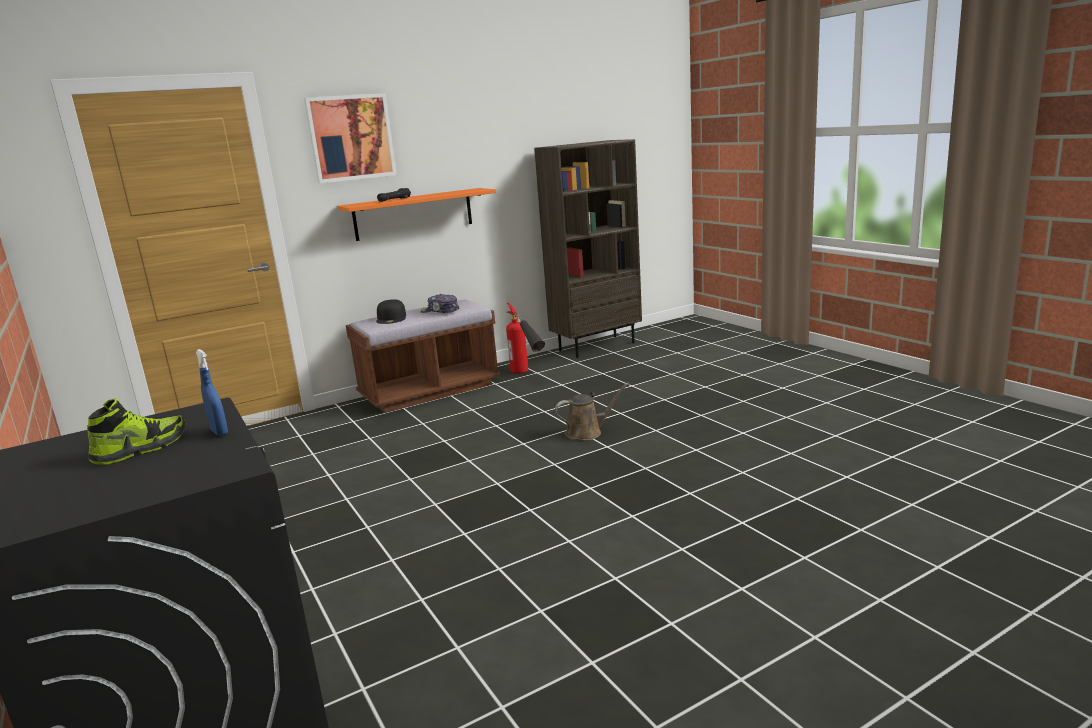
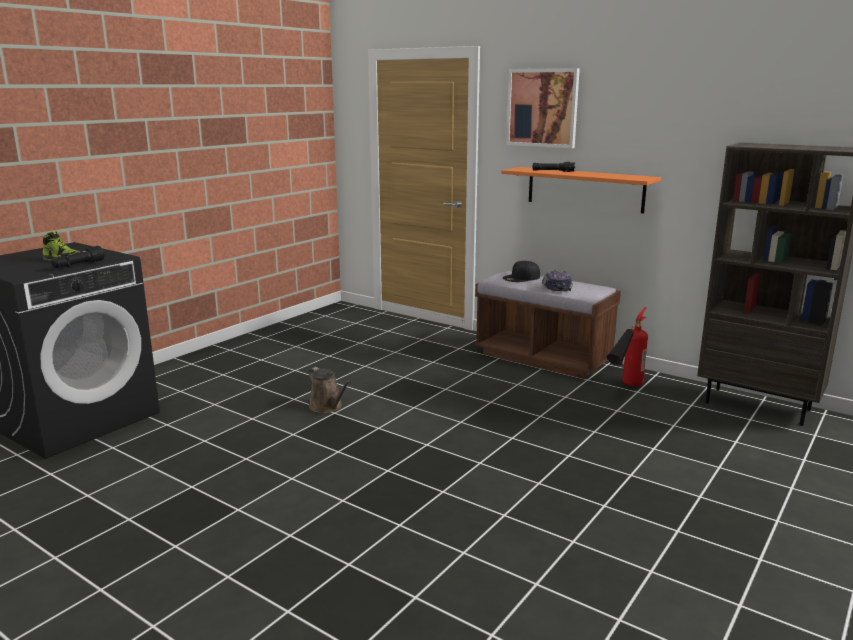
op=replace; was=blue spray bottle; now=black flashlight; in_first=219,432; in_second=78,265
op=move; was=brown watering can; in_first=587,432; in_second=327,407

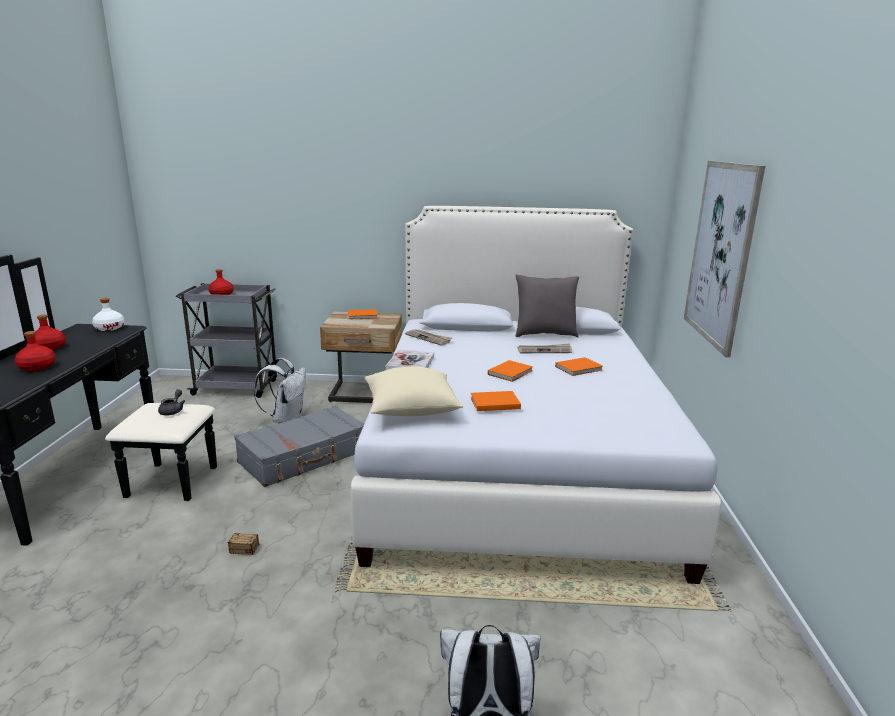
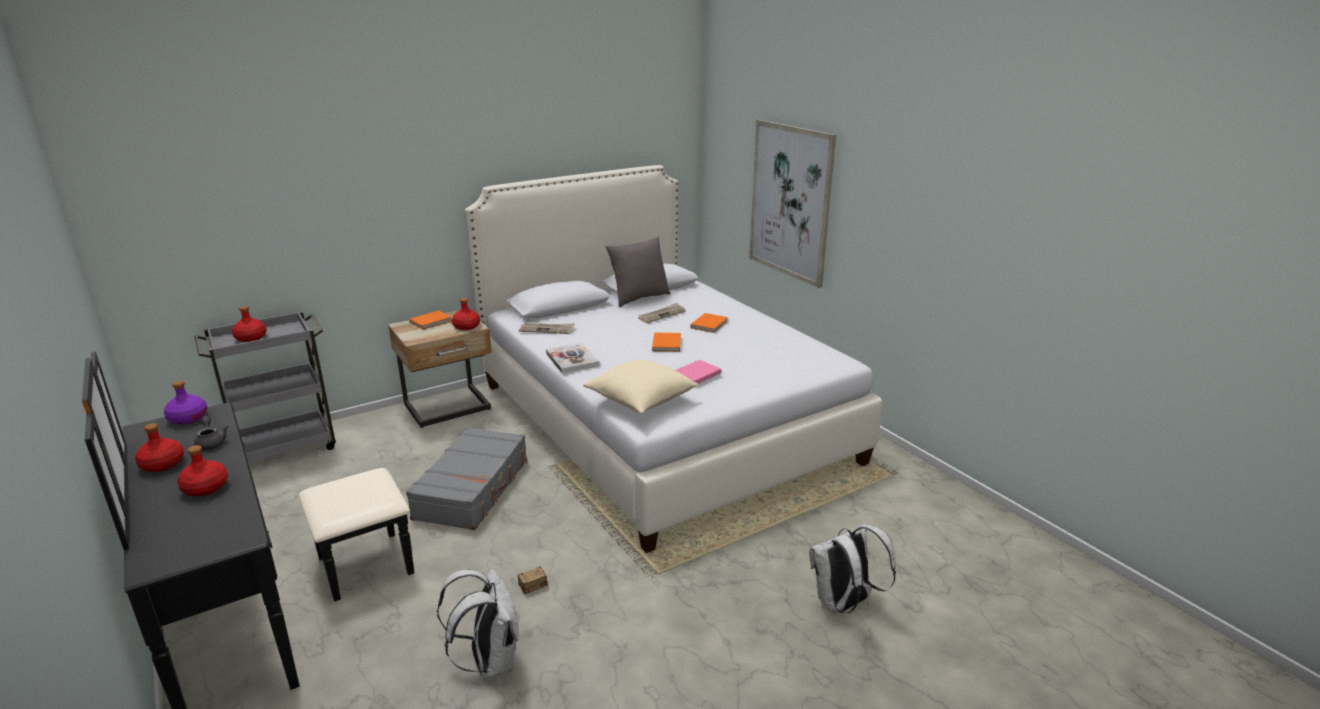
op=recolor; was=white bottle; now=purple bottle; in_first=109,328; in_second=187,418
op=move; was=grey teapot; in_first=173,411; in_second=211,442
op=move; was=white backpack; in_first=286,419; in_second=489,661
op=insert; now=red bottle; in_second=467,326
op=recolor; was=orange book; now=pink book; in_first=493,403; in_second=695,374

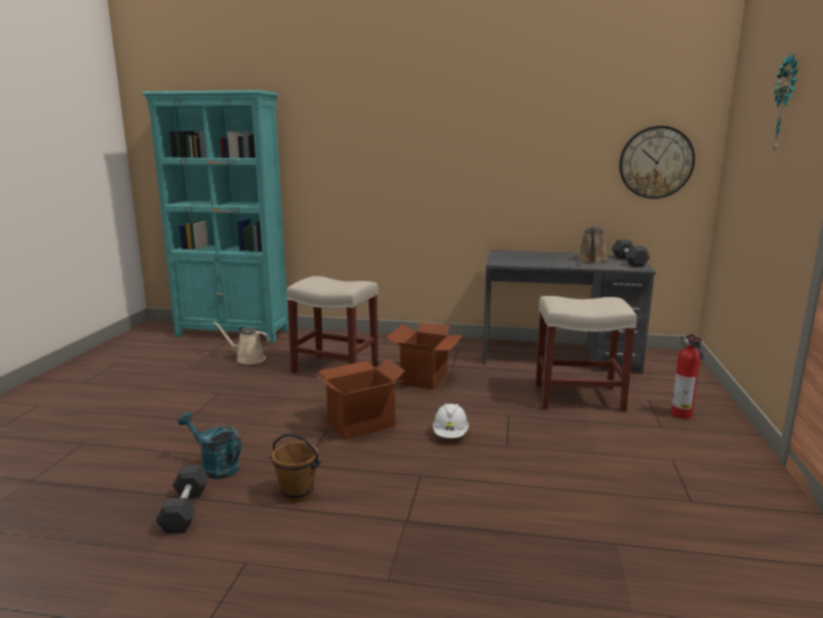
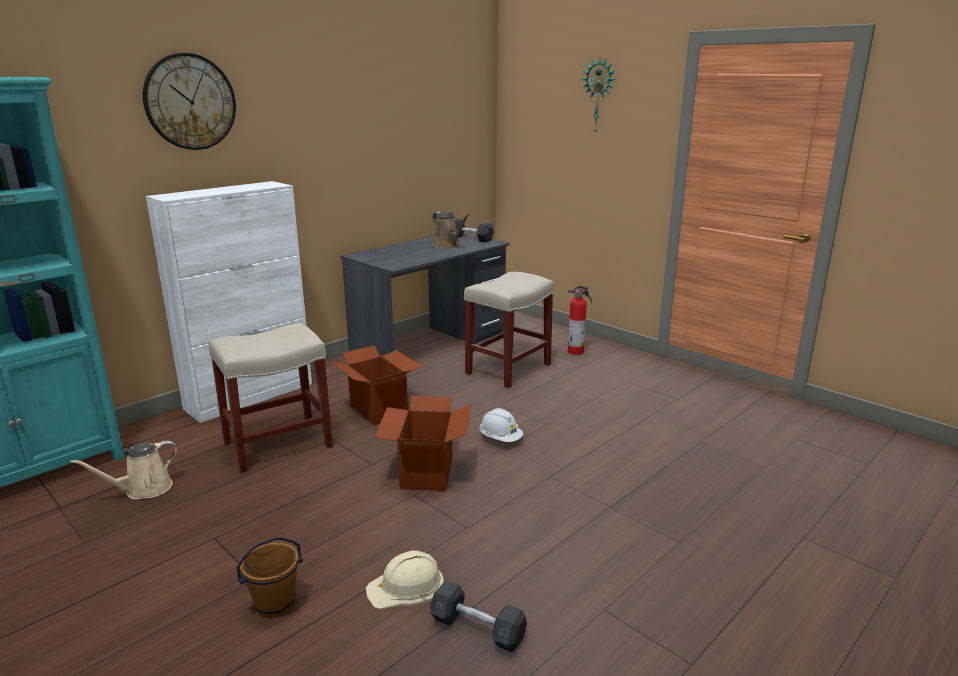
op=move; was=wall clock; in_first=656,162; in_second=190,102
op=insert; now=white cabinet; in_second=250,396
op=move; was=brown bucket; in_first=297,493; in_second=275,604
op=replace; was=turquoise watering can; now=beige hard hat; in_first=215,467; in_second=406,586

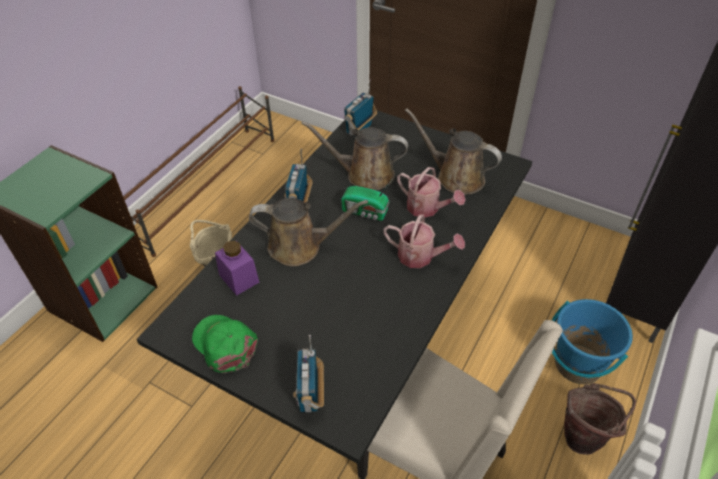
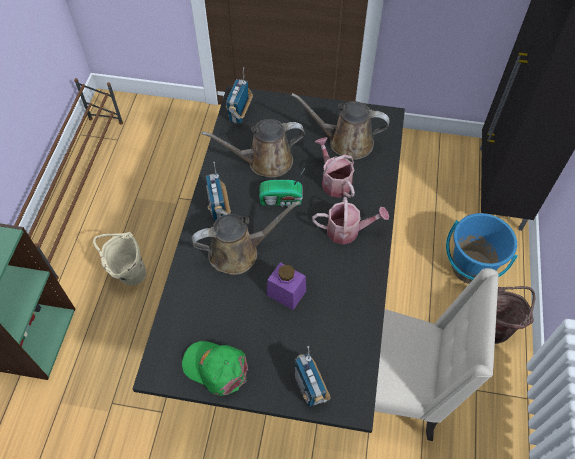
op=move; was=purple jar; in_first=239,278; in_second=286,293
op=rotate; was=watering can; in_first=427,208; in_second=334,181; clockwise=-135

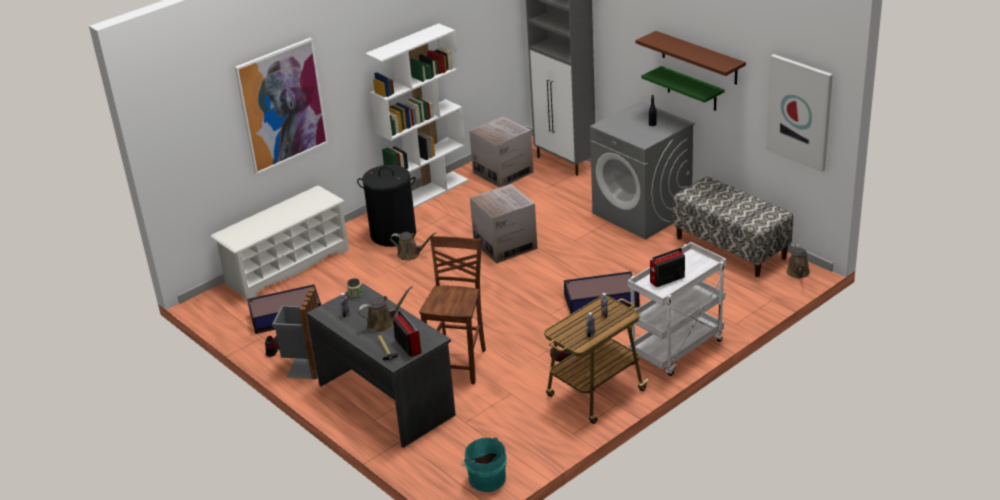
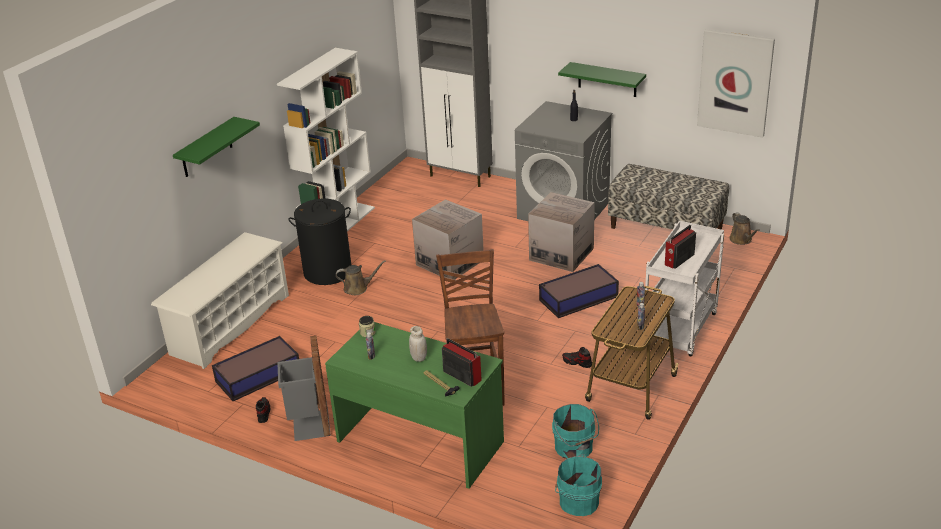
op=replace; was=picture; now=green shelf; in_first=282,105; in_second=206,148
op=recolor; was=grey desk; now=green desk; in_first=387,399; in_second=421,440
op=replace; was=brown watering can; now=white jar; in_first=383,323; in_second=419,358
op=move; was=cardboard box; in_first=503,172; in_second=561,254
op=insert; now=turquoise bucket; in_second=574,448
op=delete; was=brown shelf; in_first=699,58

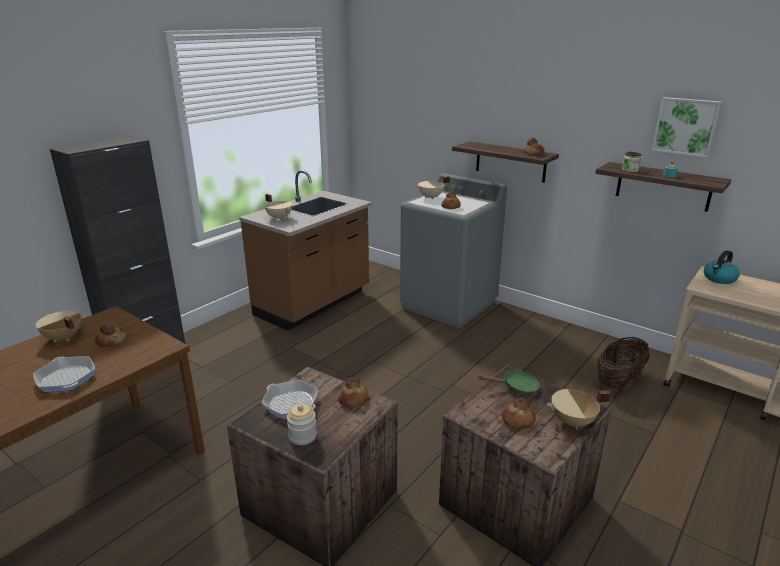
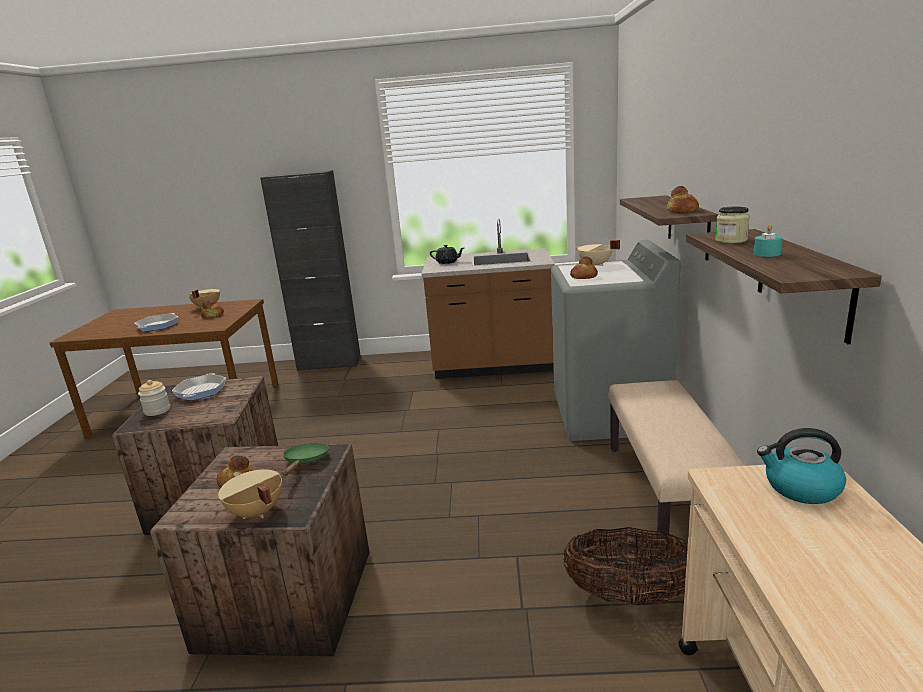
op=rotate; was=green frying pan; in_first=516,387; in_second=305,461; clockwise=-135
op=replace; was=beige cooking pot; now=black teapot; in_first=279,218; in_second=447,262
op=insert; now=beige bench; in_second=669,496
op=delete; was=bread; in_first=353,400
op=delete; was=picture; in_first=686,126

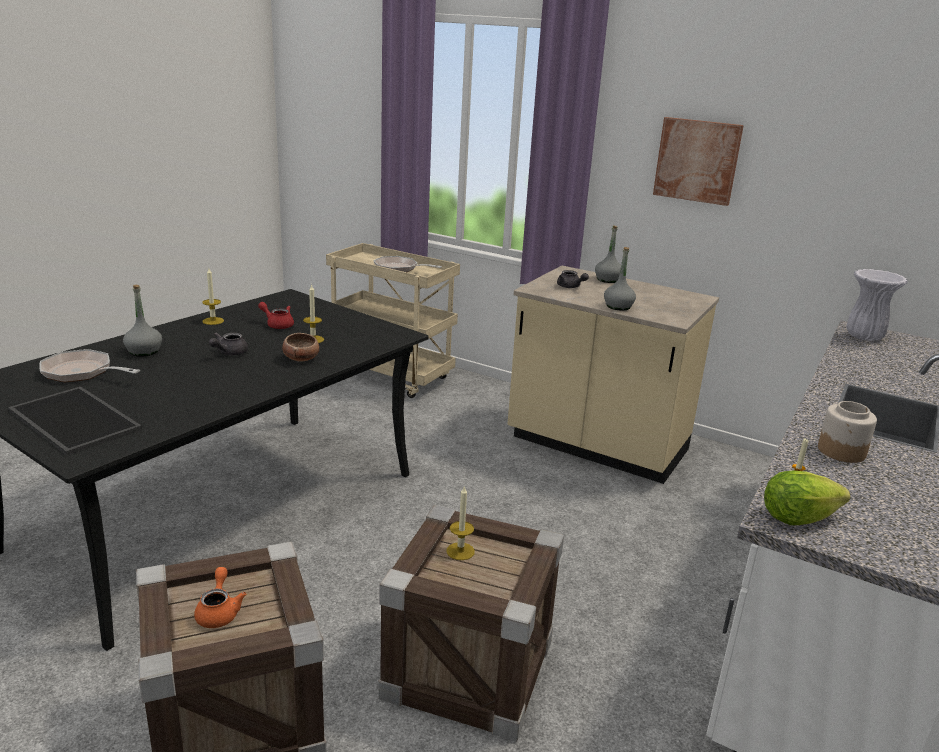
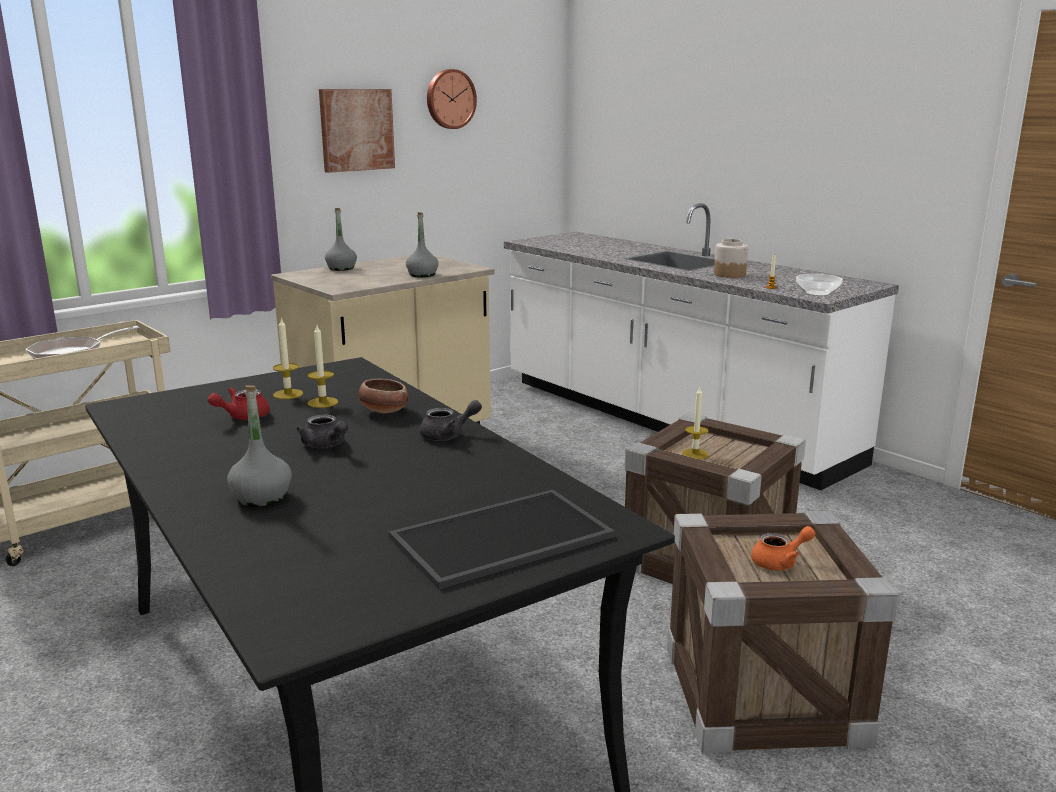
op=move; was=candle; in_first=213,321; in_second=288,394
op=move; was=grey teapot; in_first=570,287; in_second=448,435
op=insert; now=wall clock; in_second=450,99
op=rotate; was=orange teapot; in_first=219,612; in_second=780,562; clockwise=150
op=replace; was=lettuce; now=bowl; in_first=797,518; in_second=817,294
op=delete; was=frying pan; in_first=82,372
op=delete; was=white vase; in_first=864,337

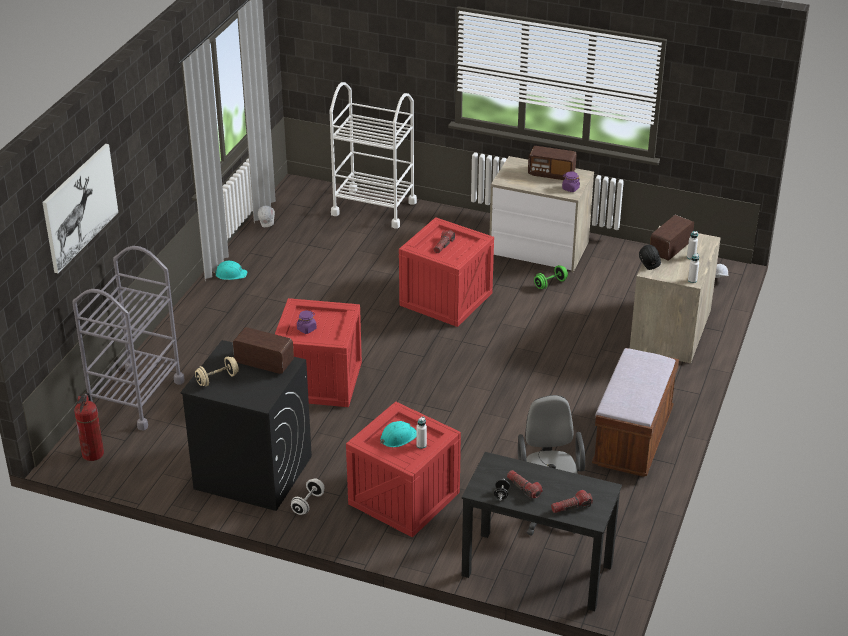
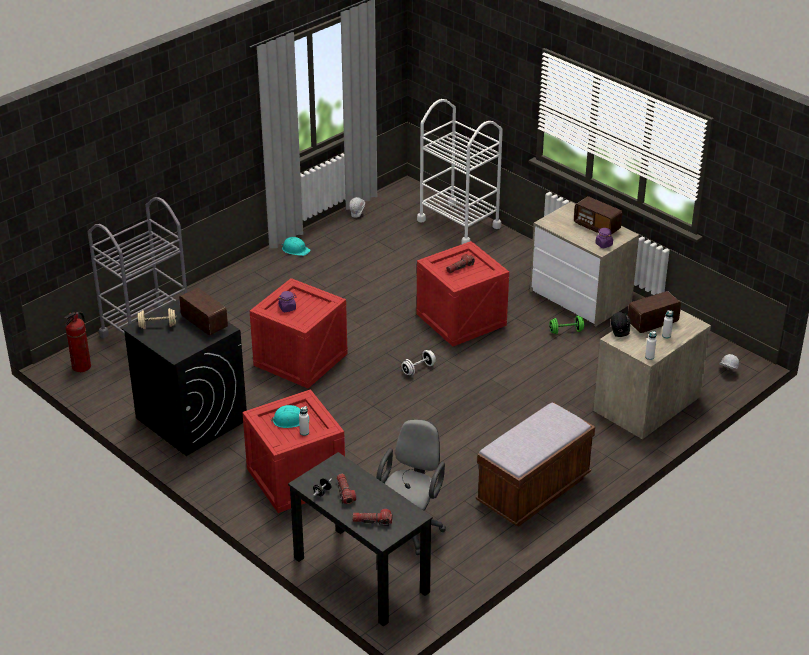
op=move; was=white dumbbell; in_first=308,503; in_second=418,369
op=delete; was=picture; in_first=80,207

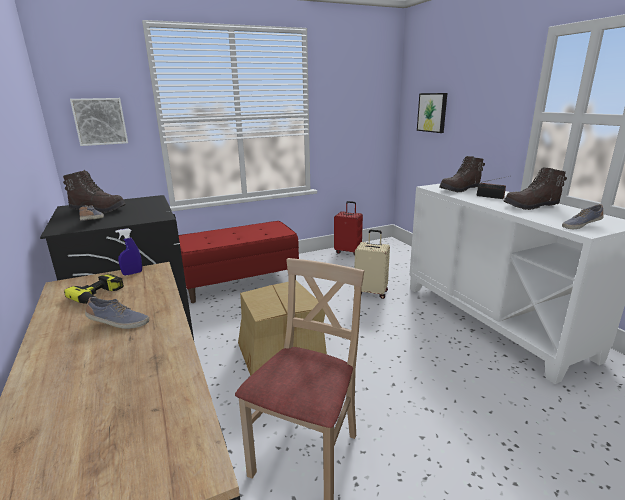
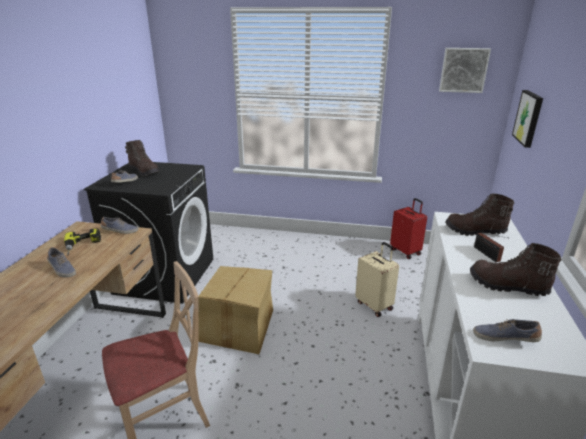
op=replace; was=blue spray bottle; now=shoe; in_first=132,273; in_second=120,231
op=move; was=picture; in_first=100,121; in_second=463,70
op=delete; was=red bench; in_first=240,282

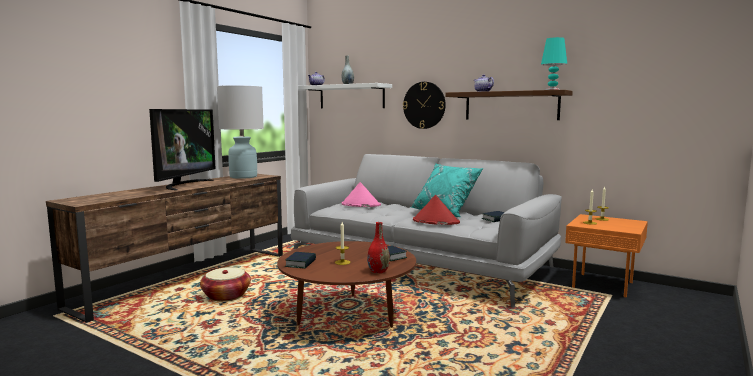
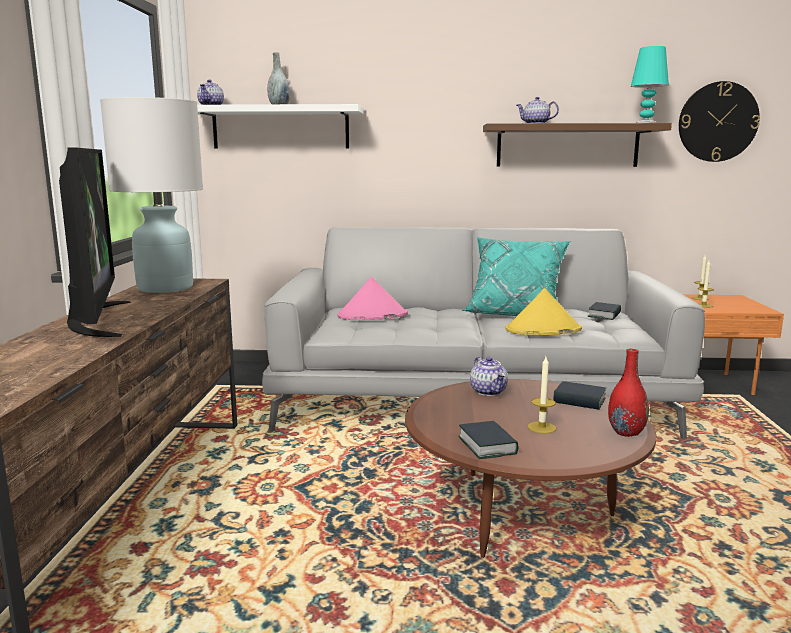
op=insert; now=teapot; in_second=489,391
op=recolor; was=red hat; now=yellow hat; in_first=435,221; in_second=543,330
op=move; was=wall clock; in_first=424,105; in_second=718,122
op=delete; was=basket; in_first=226,295

